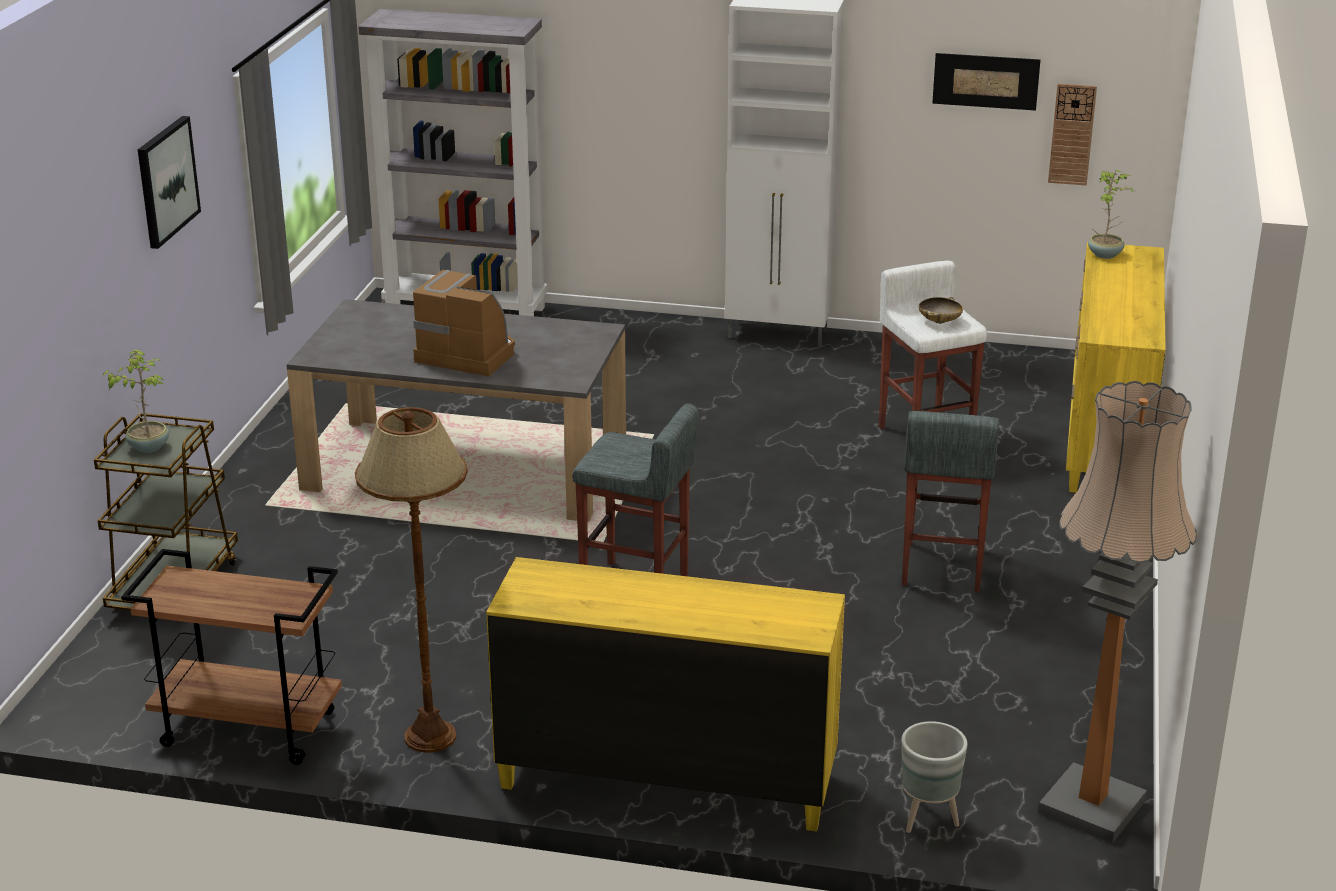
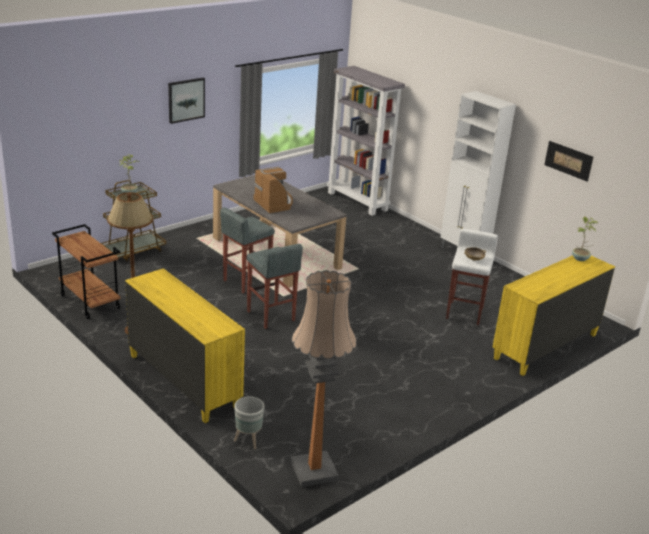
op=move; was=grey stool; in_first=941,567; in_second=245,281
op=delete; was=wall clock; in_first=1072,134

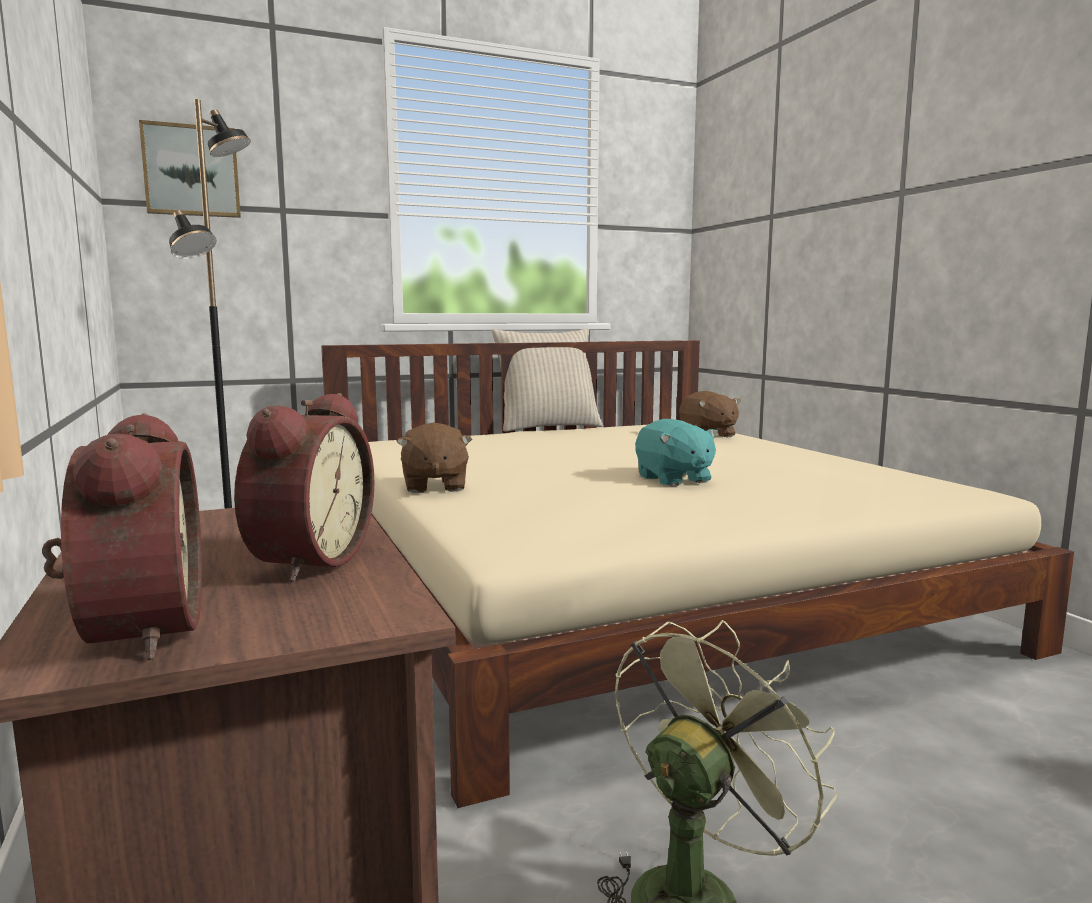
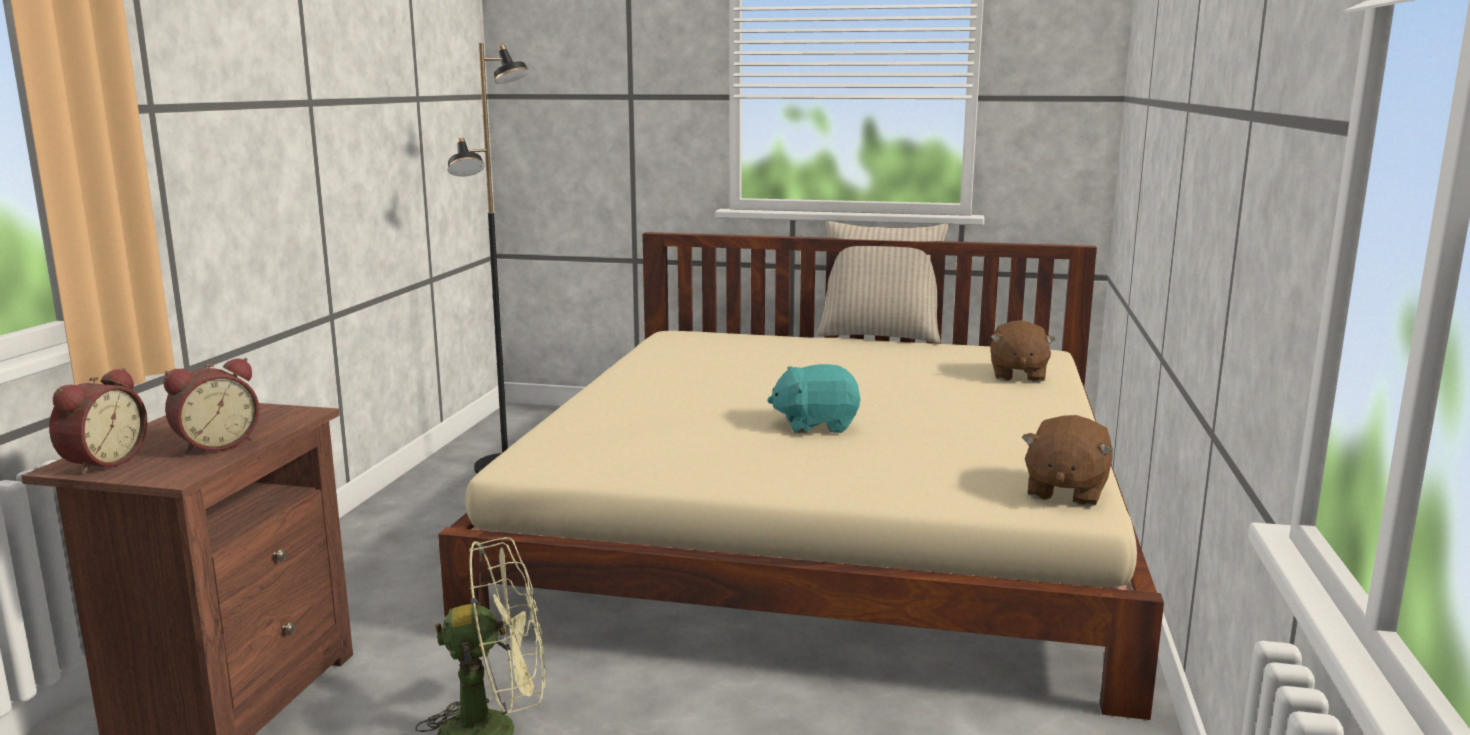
op=rotate; was=turquoise plush toy; in_first=673,479; in_second=815,425; clockwise=75
op=move; was=brown plush toy; in_first=434,486; in_second=1065,491
op=delete; was=picture; in_first=191,171

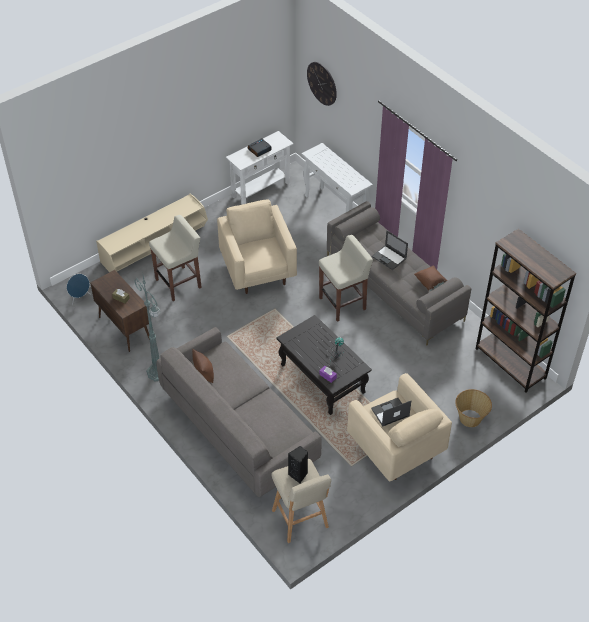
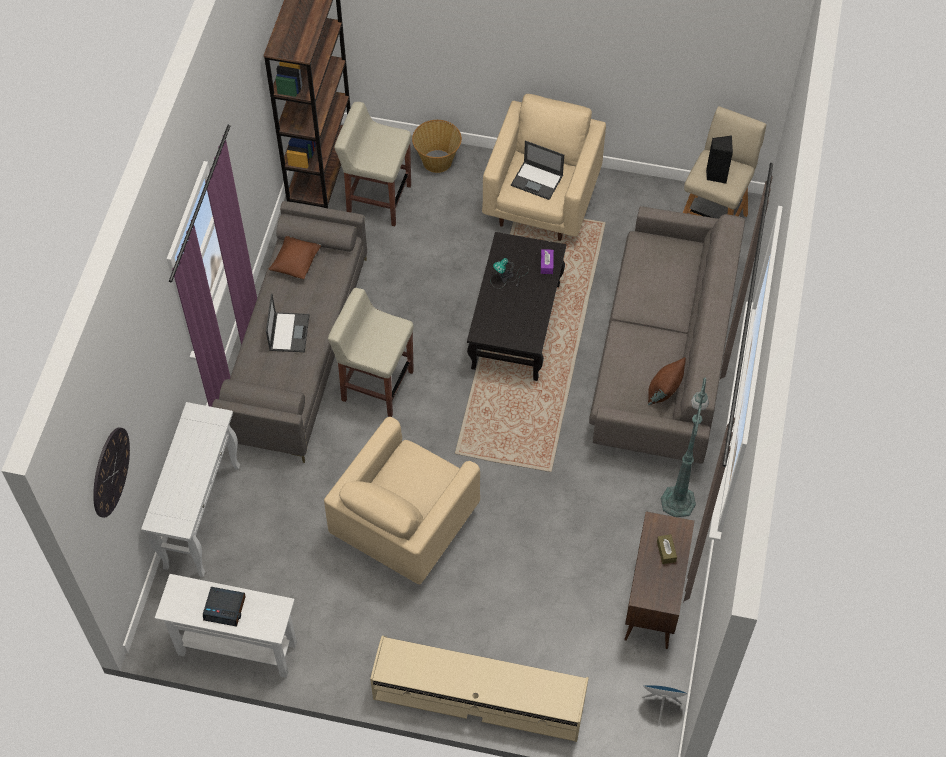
op=move; was=beige stool; in_first=179,283; in_second=378,199

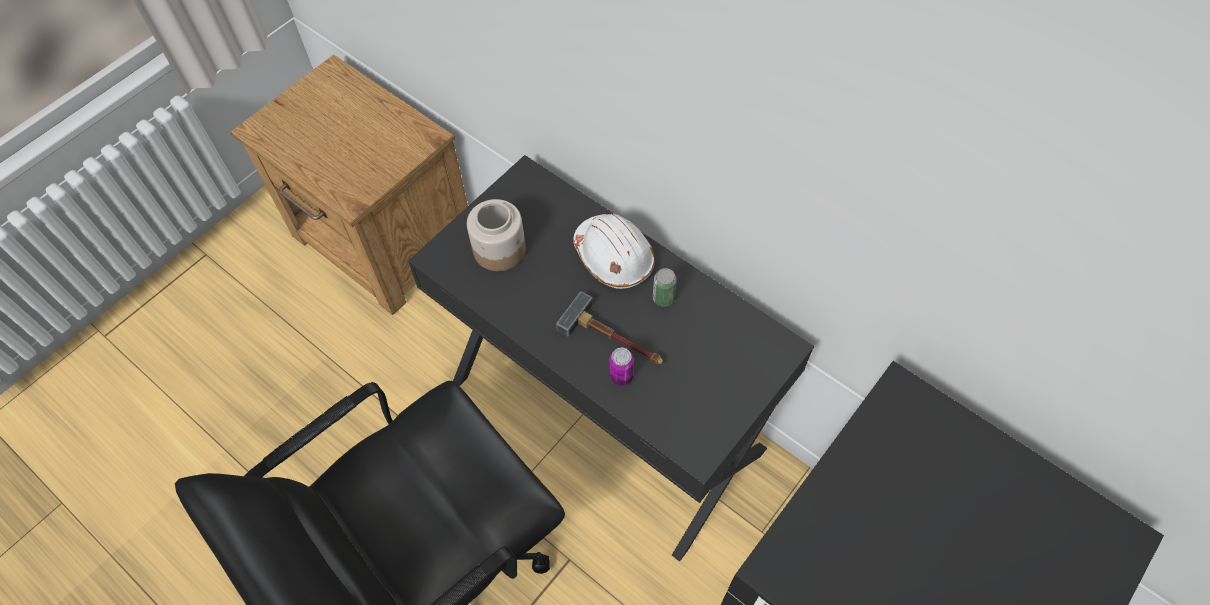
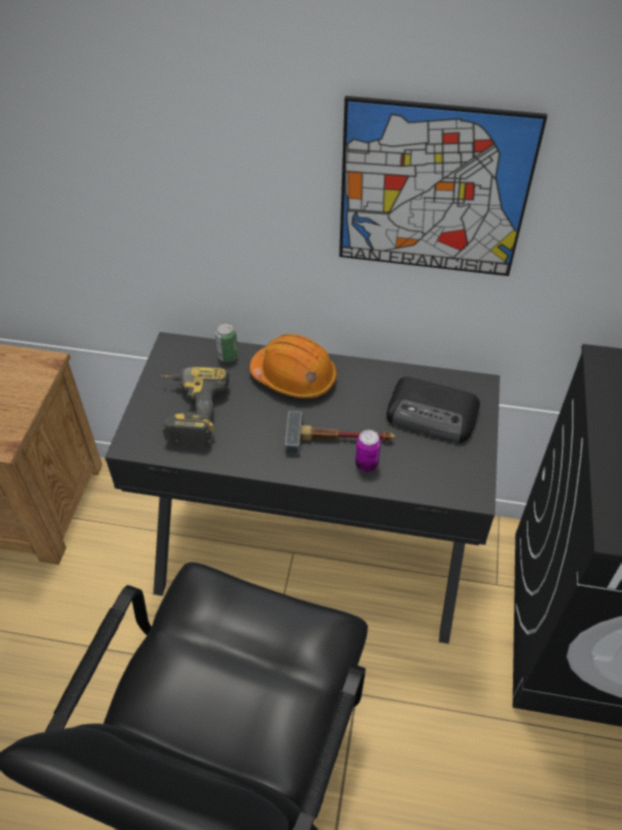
op=replace; was=jar; now=power drill; in_first=500,249; in_second=188,412
op=move; was=can; in_first=663,298; in_second=228,356
op=recolor; was=white hard hat; now=orange hard hat; in_first=614,257; in_second=294,377
op=insert; now=picture; in_second=433,191
op=insert; now=radio; in_second=433,415

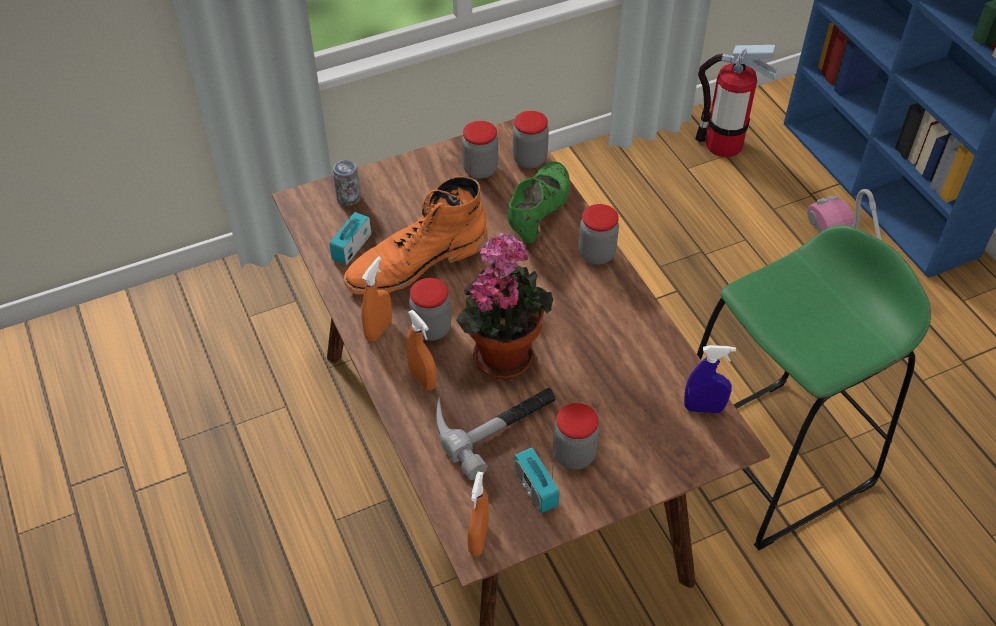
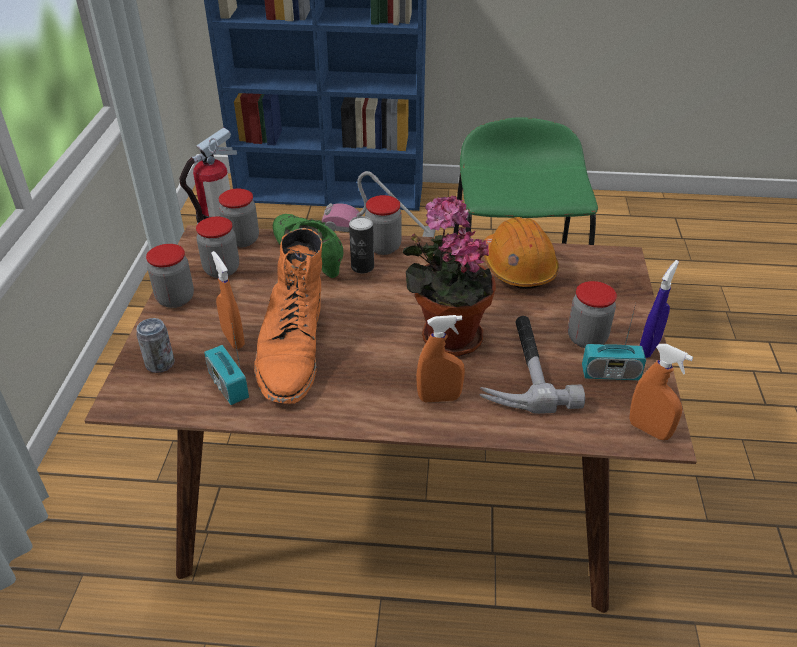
op=move; was=jar; in_first=431,328; in_second=175,299
op=move; was=orange spray bottle; in_first=378,330; in_second=233,339
op=insert; now=can; in_second=362,267
op=insert; now=orange hard hat; in_second=518,267
op=move; was=blue spray bottle; in_first=703,408; in_second=649,348

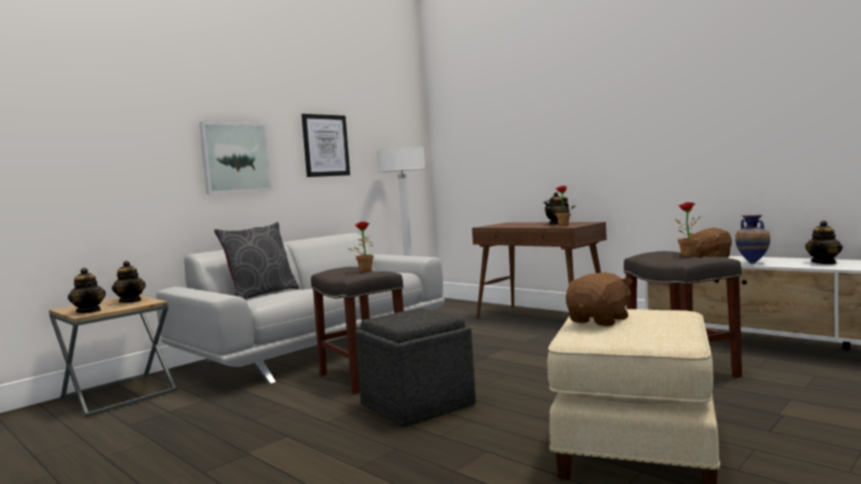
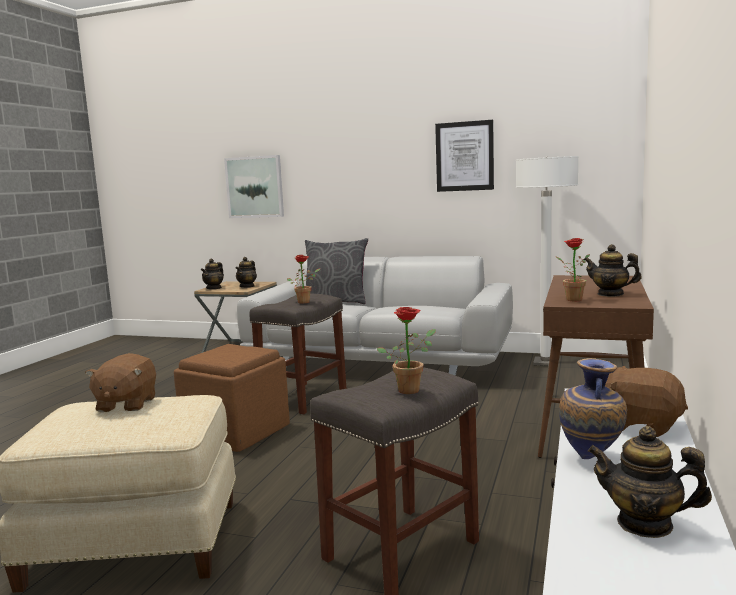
op=rotate; was=brown plush toy; in_first=599,320; in_second=126,405; clockwise=75
op=recolor; was=grey ottoman; now=brown ottoman; in_first=417,405; in_second=235,432
op=move; was=picture; in_first=236,157; in_second=255,187

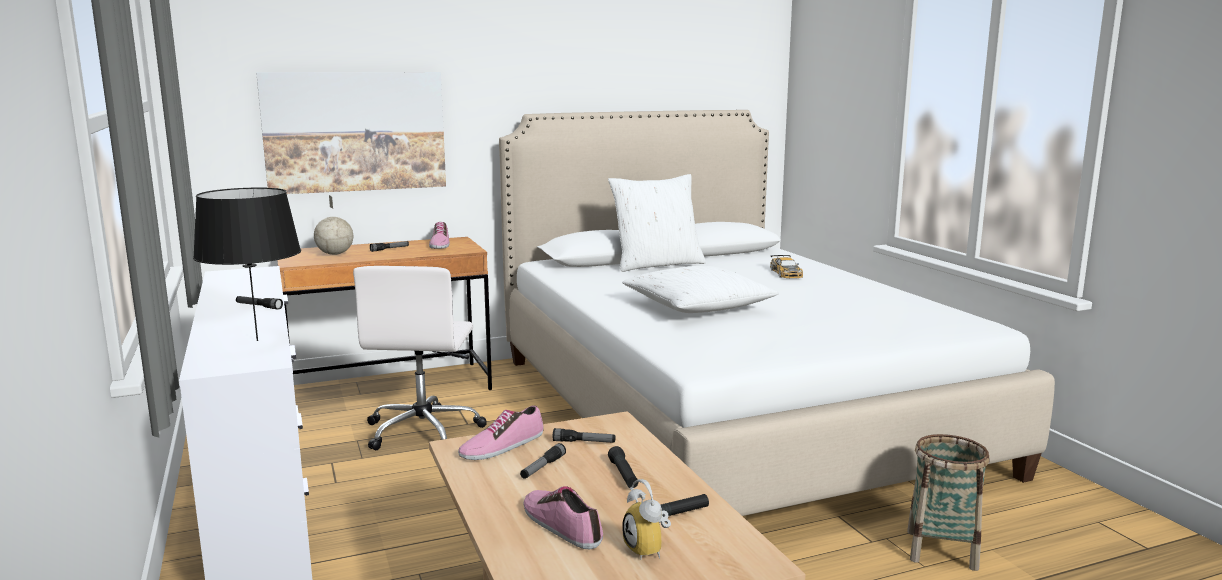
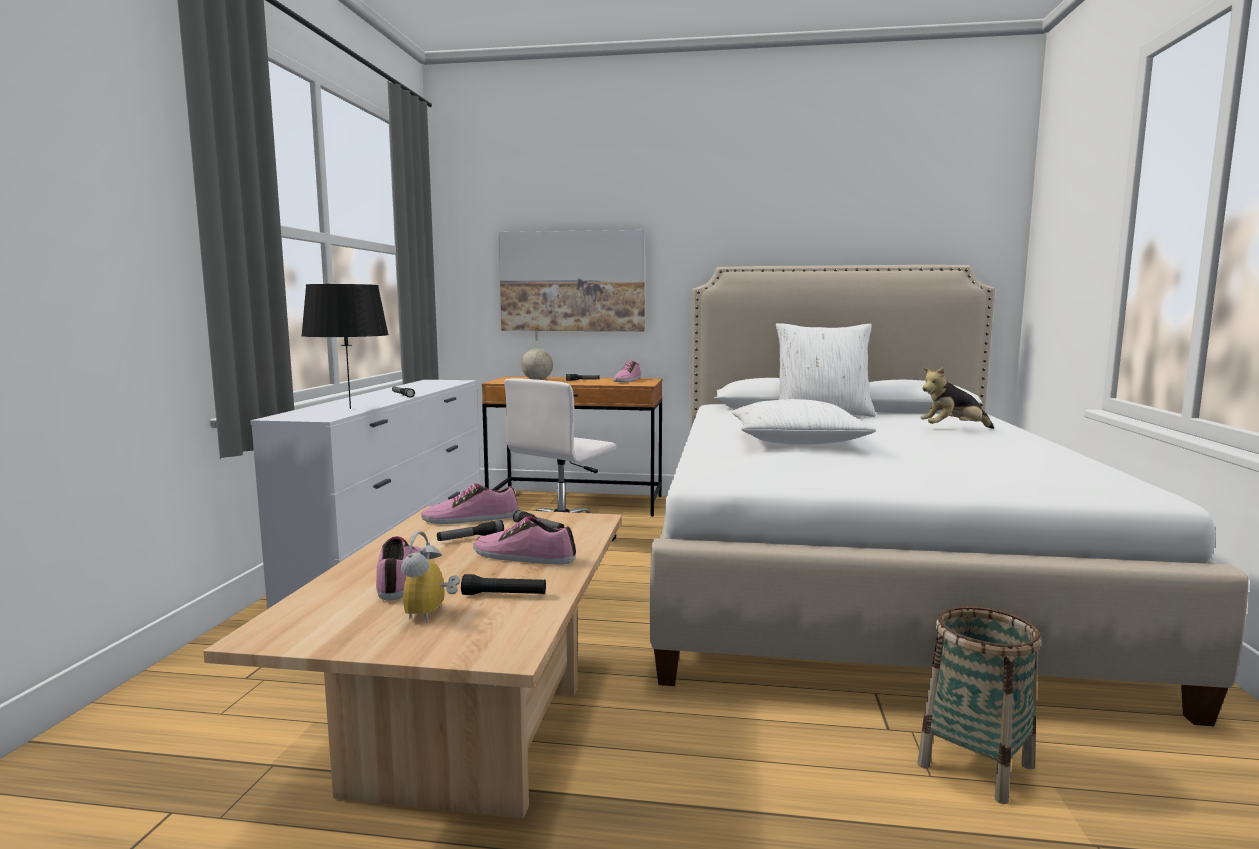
op=replace; was=black flashlight; now=shoe; in_first=623,475; in_second=524,556
op=replace; was=toy car; now=plush toy; in_first=786,273; in_second=953,430

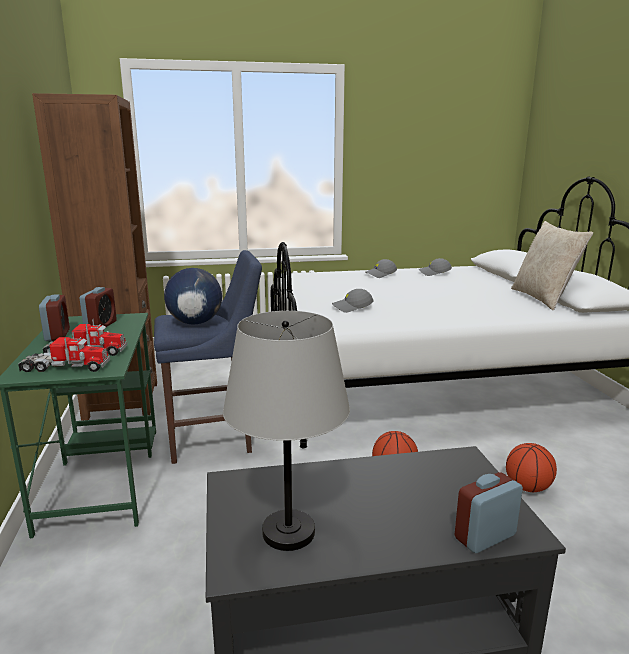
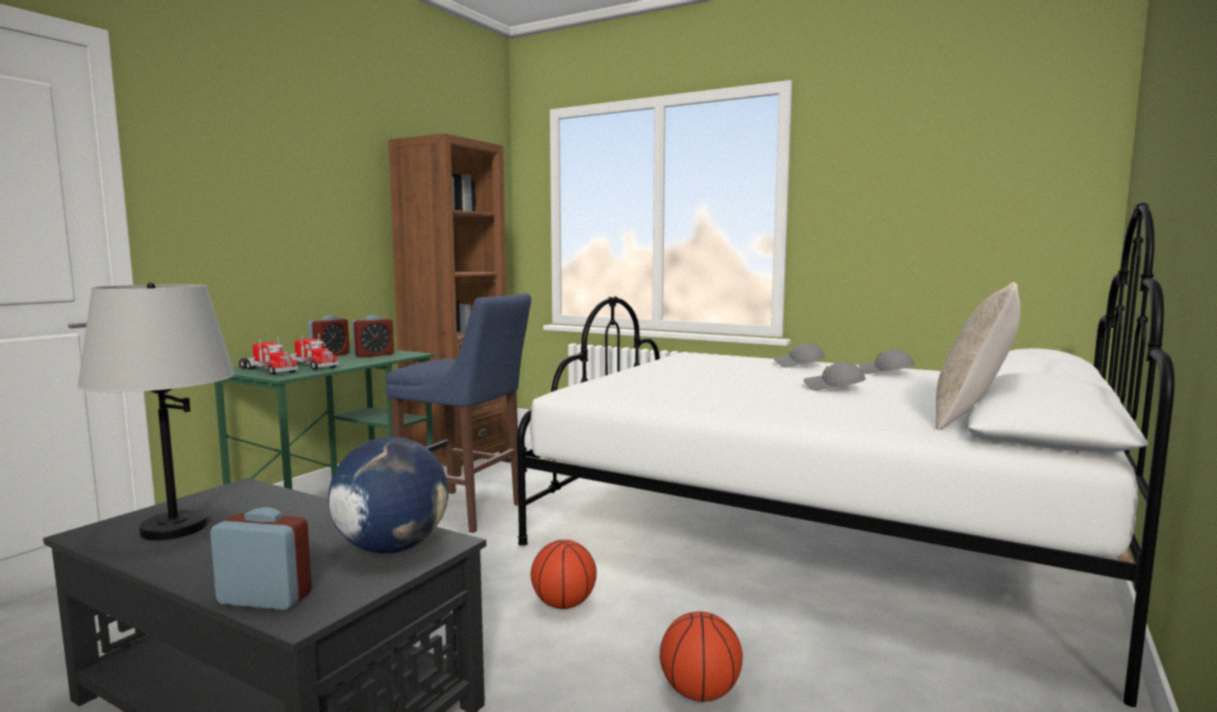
op=move; was=globe; in_first=195,323; in_second=392,548
op=move; was=grey cap; in_first=352,308; in_second=833,388

